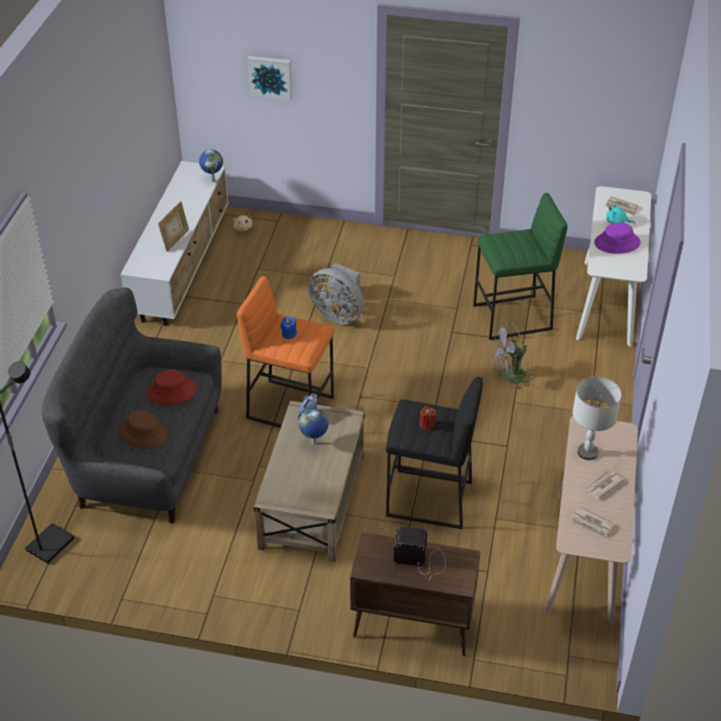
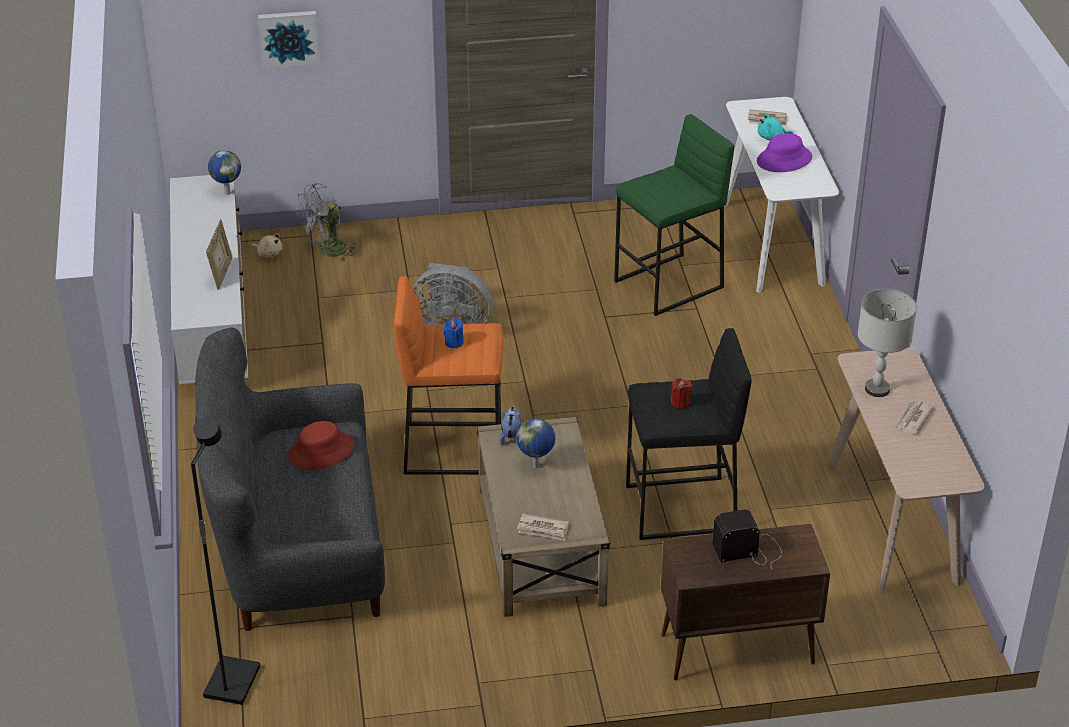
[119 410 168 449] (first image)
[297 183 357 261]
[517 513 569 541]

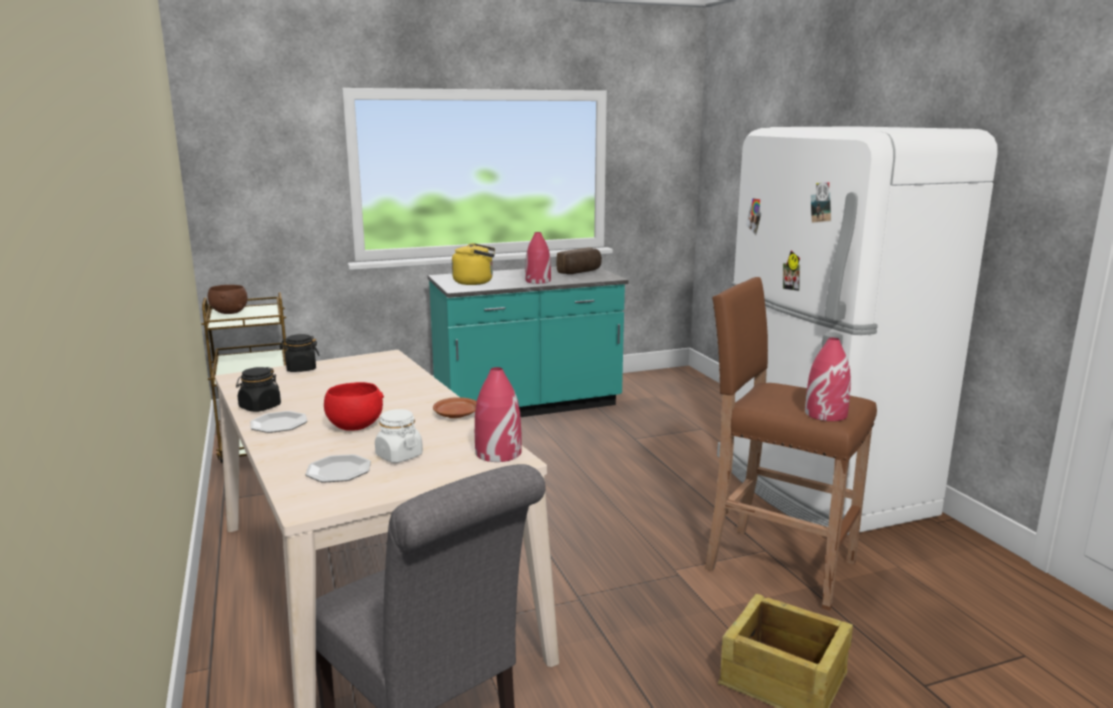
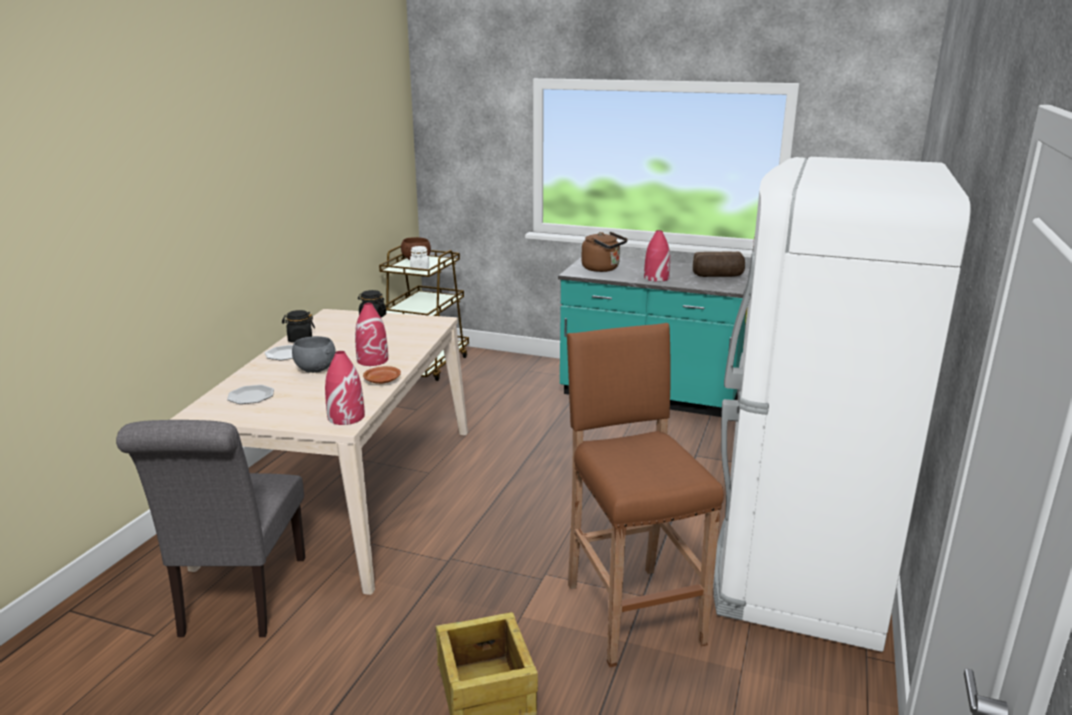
[410 246 429 270]
[355 303 388 366]
[292 336 335 373]
[581 232 628 272]

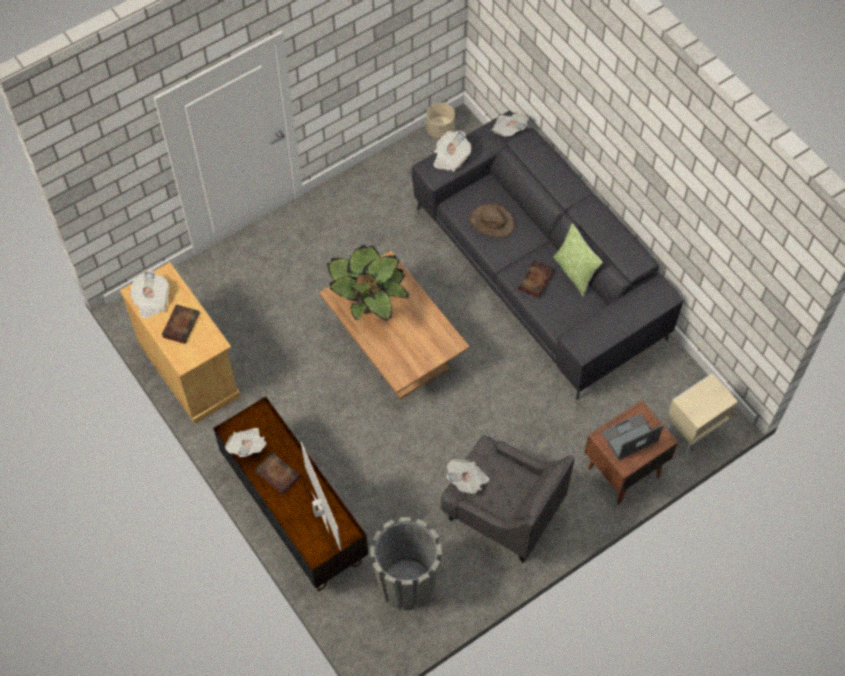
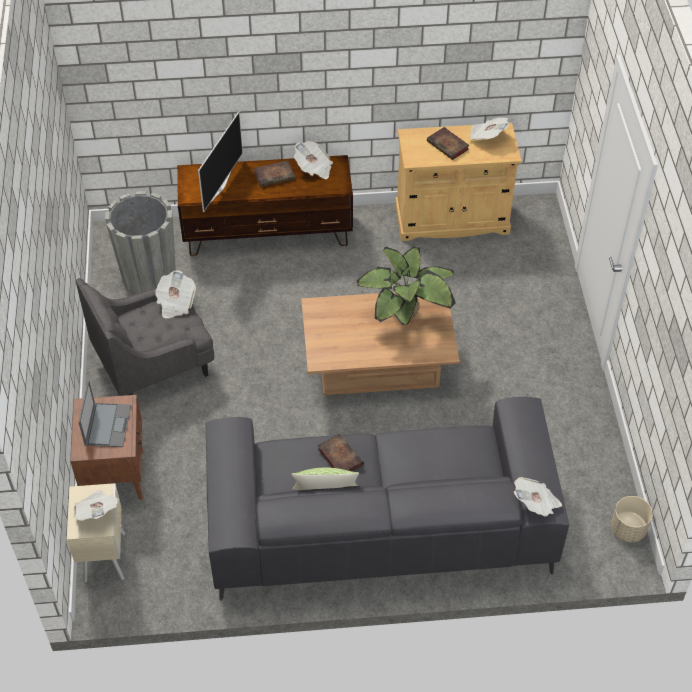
[470 203 515 238] (first image)
[73 490 119 521]
[198 111 243 212]

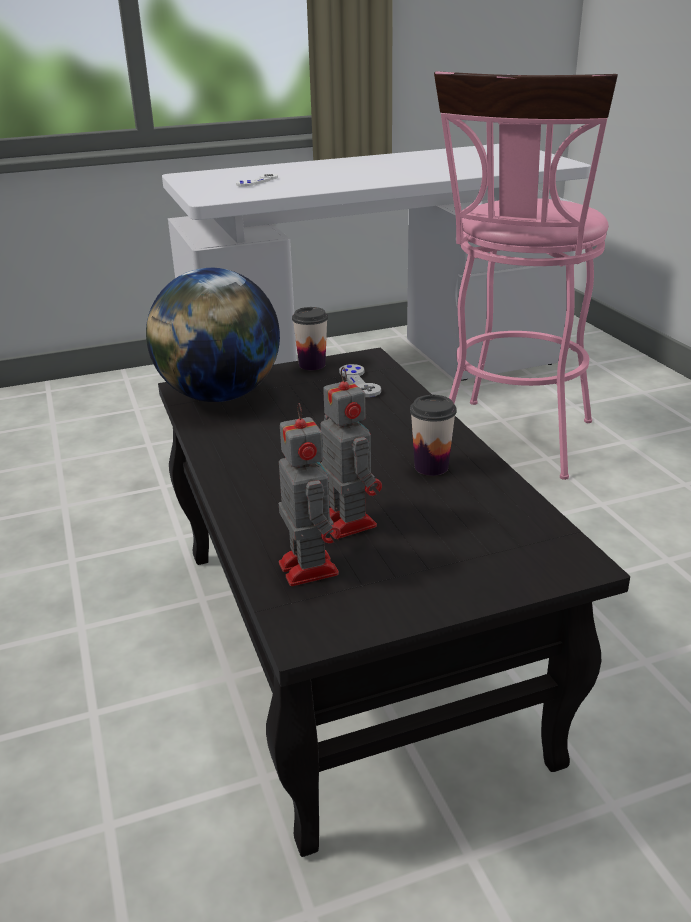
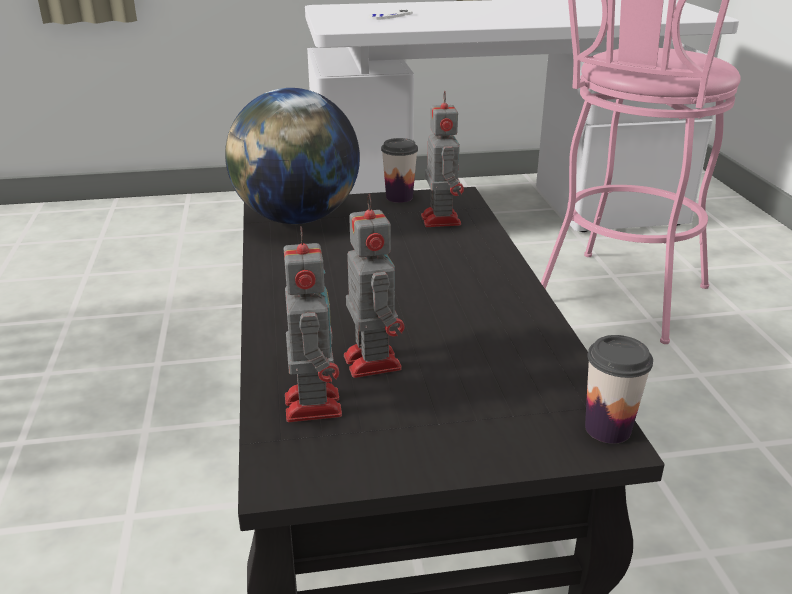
[585 335 653 444]
[421 91 464 227]

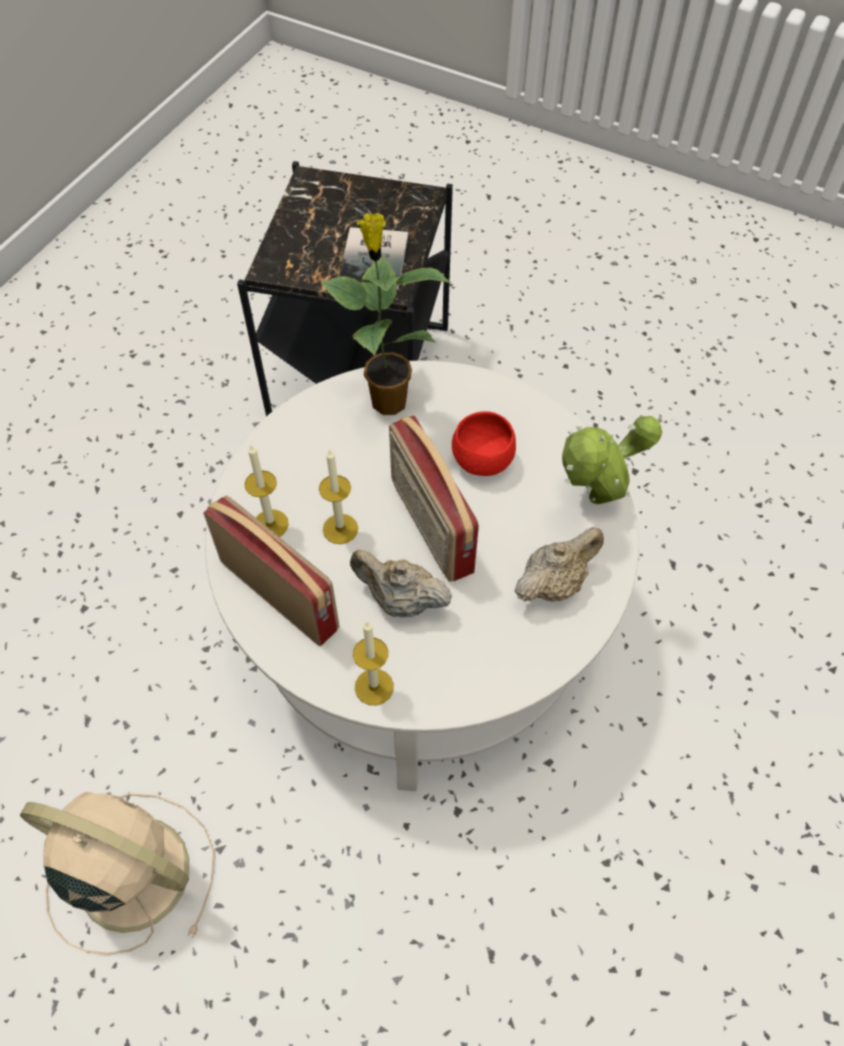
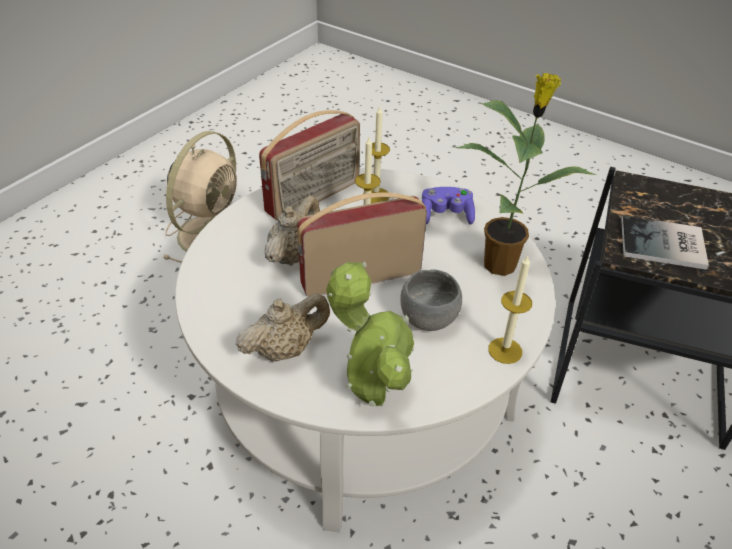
[422 187 475 225]
[488 255 532 364]
[400 269 462 331]
[236 293 330 362]

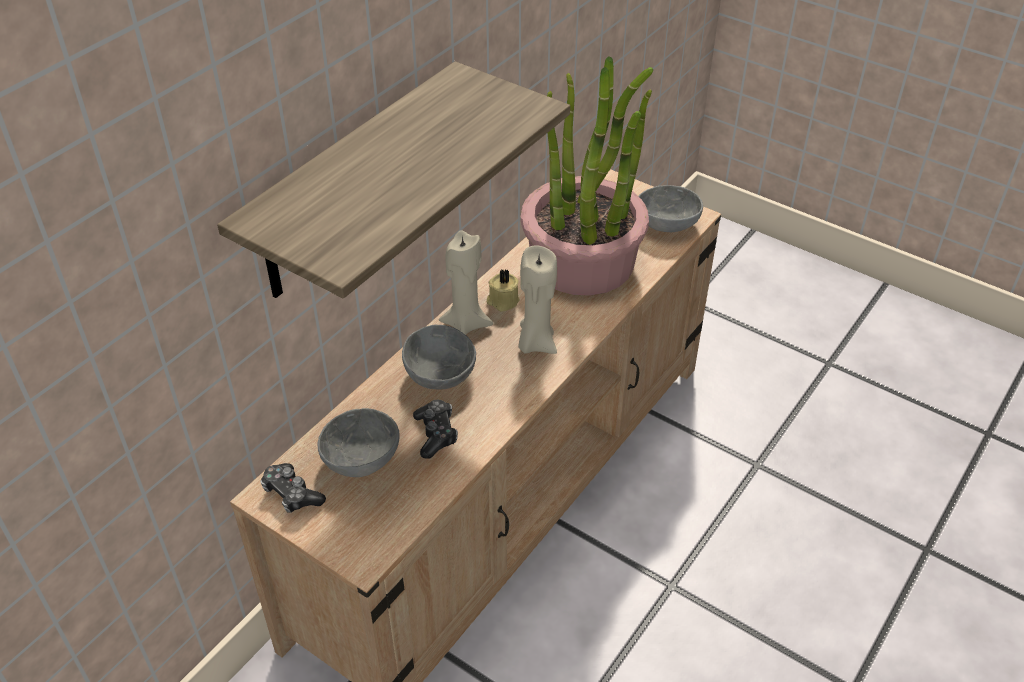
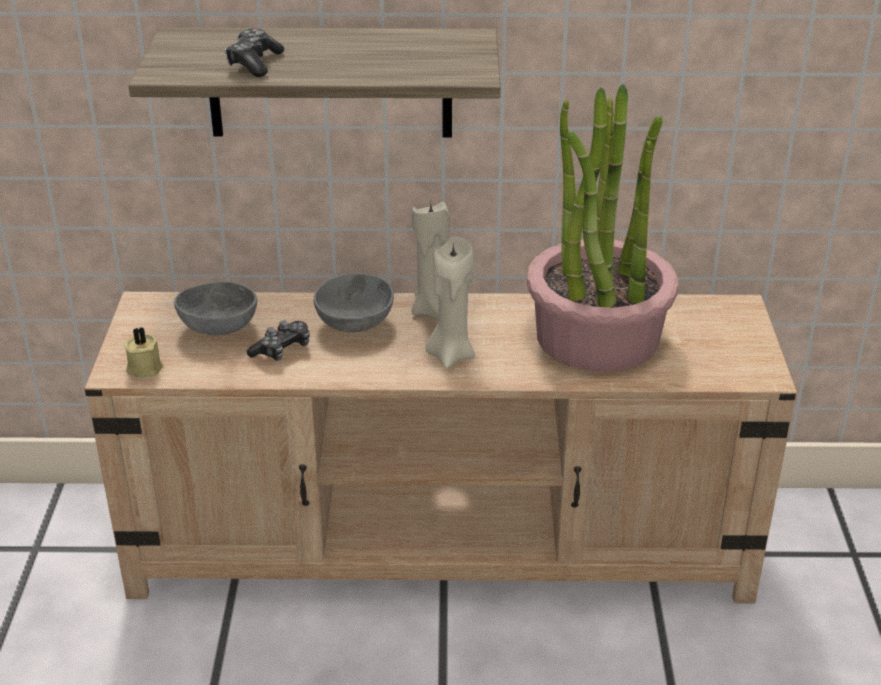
[638 185 703 232] (first image)
[225 28 284 77]
[123 327 163 377]

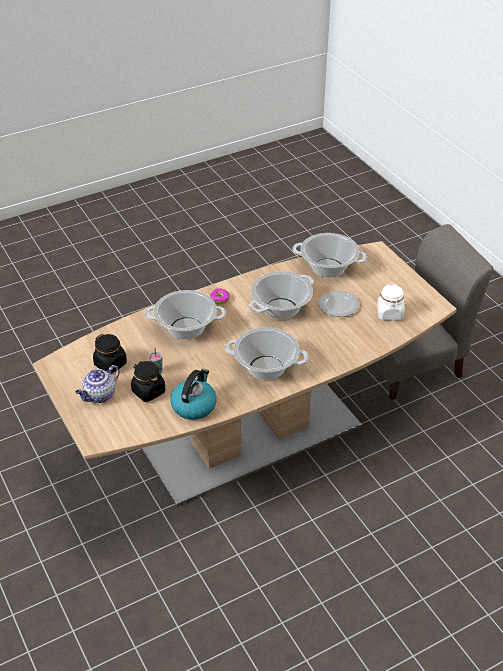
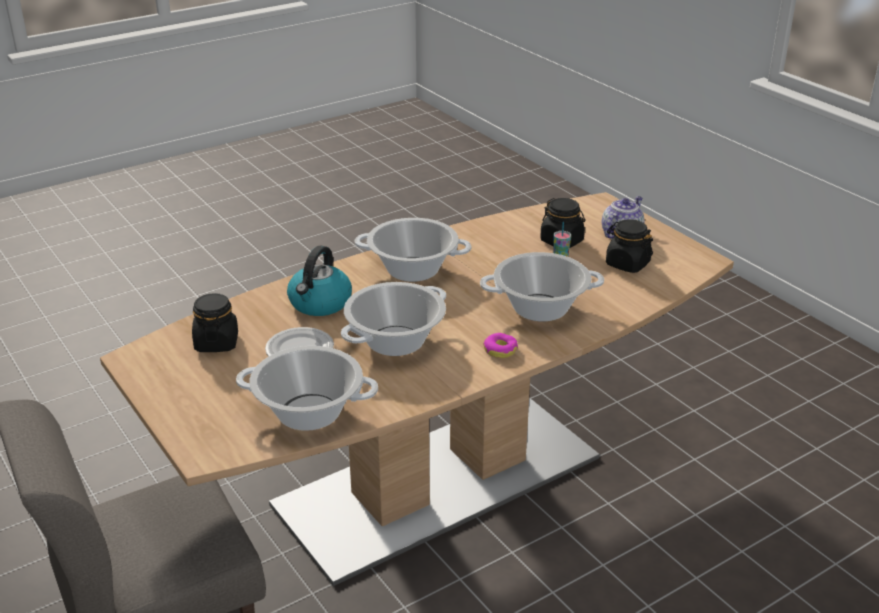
[287 246 352 316]
[192 293 238 352]

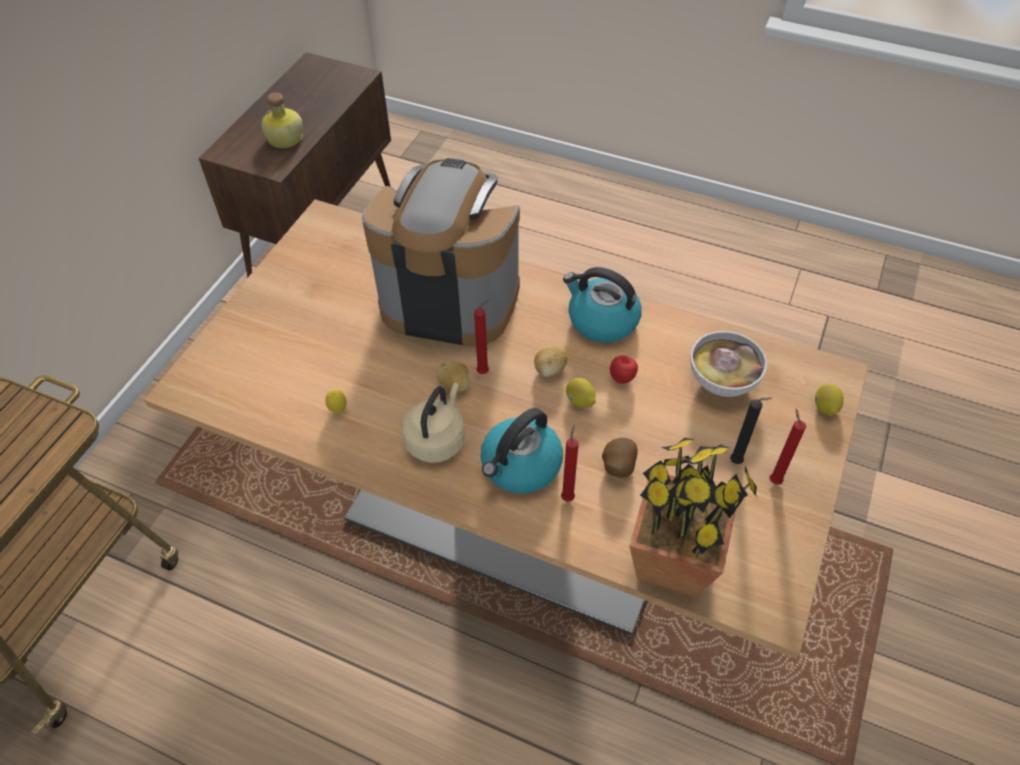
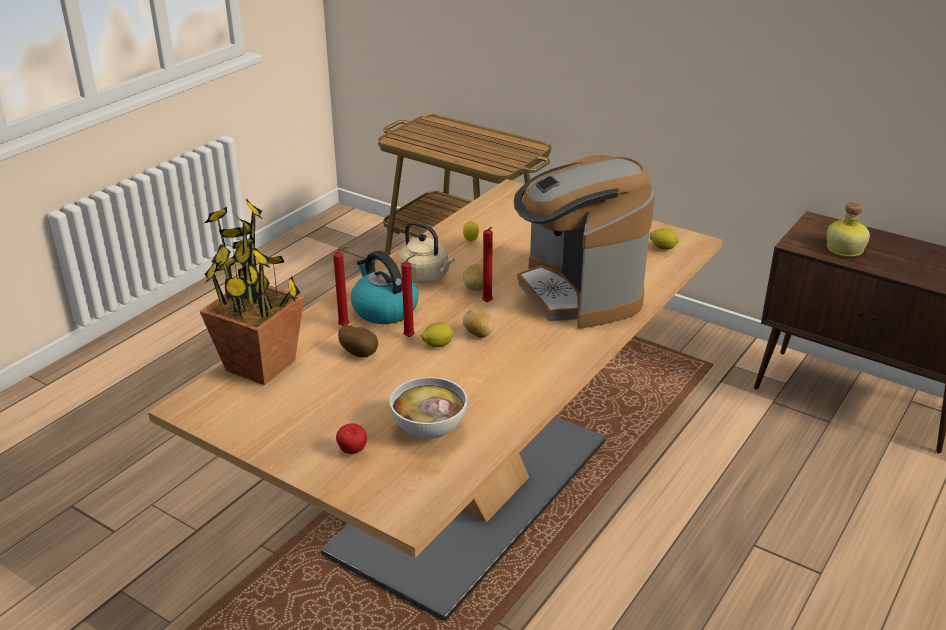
[563 267 642 343] (first image)
[730 397 772 464] (first image)
[336 423 367 454]
[401 254 416 337]
[650 228 679 250]
[514 155 655 329]

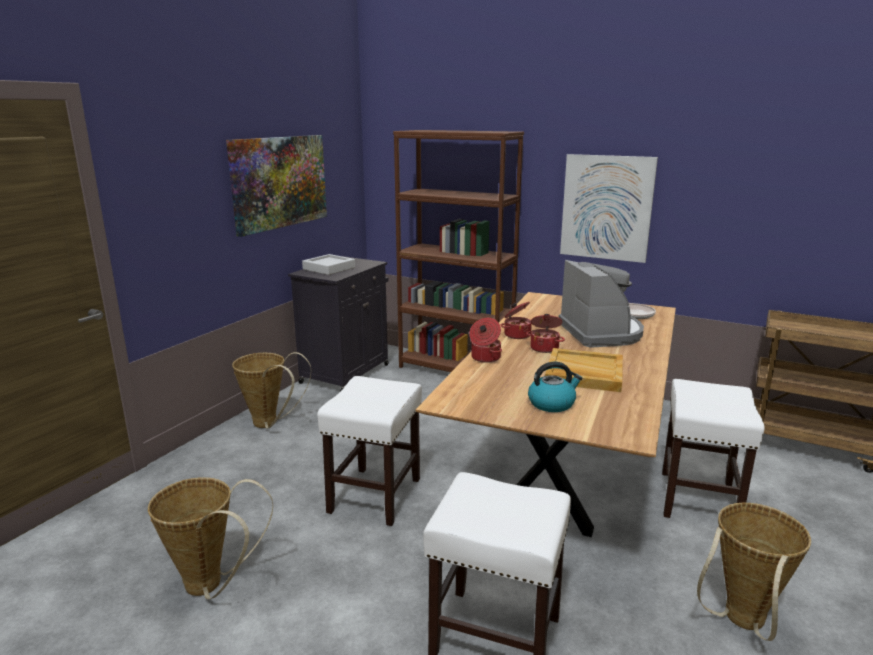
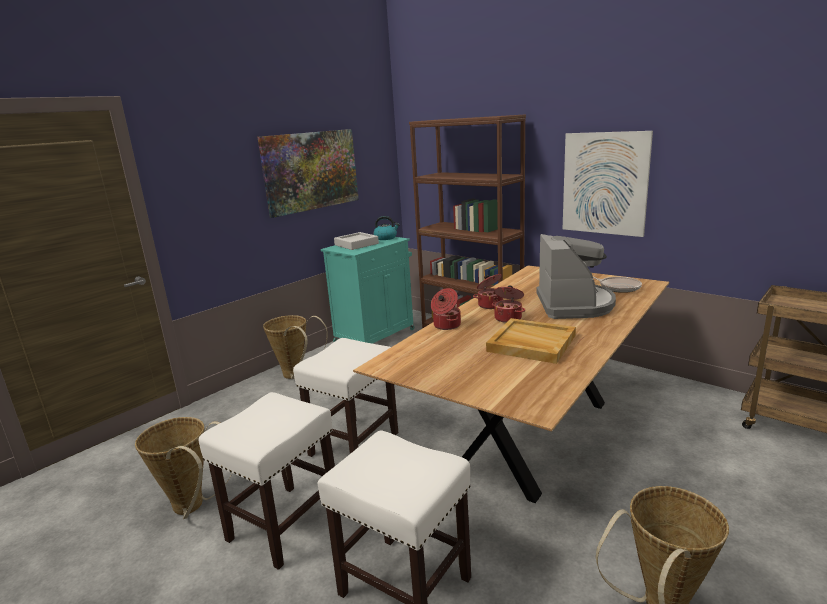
[374 216 400 240]
[198 392 335 570]
[321 237 414 344]

